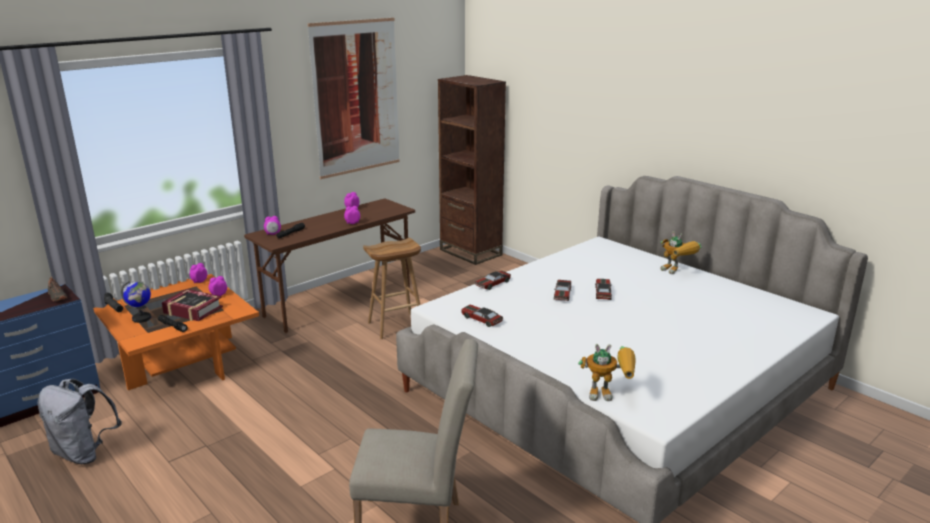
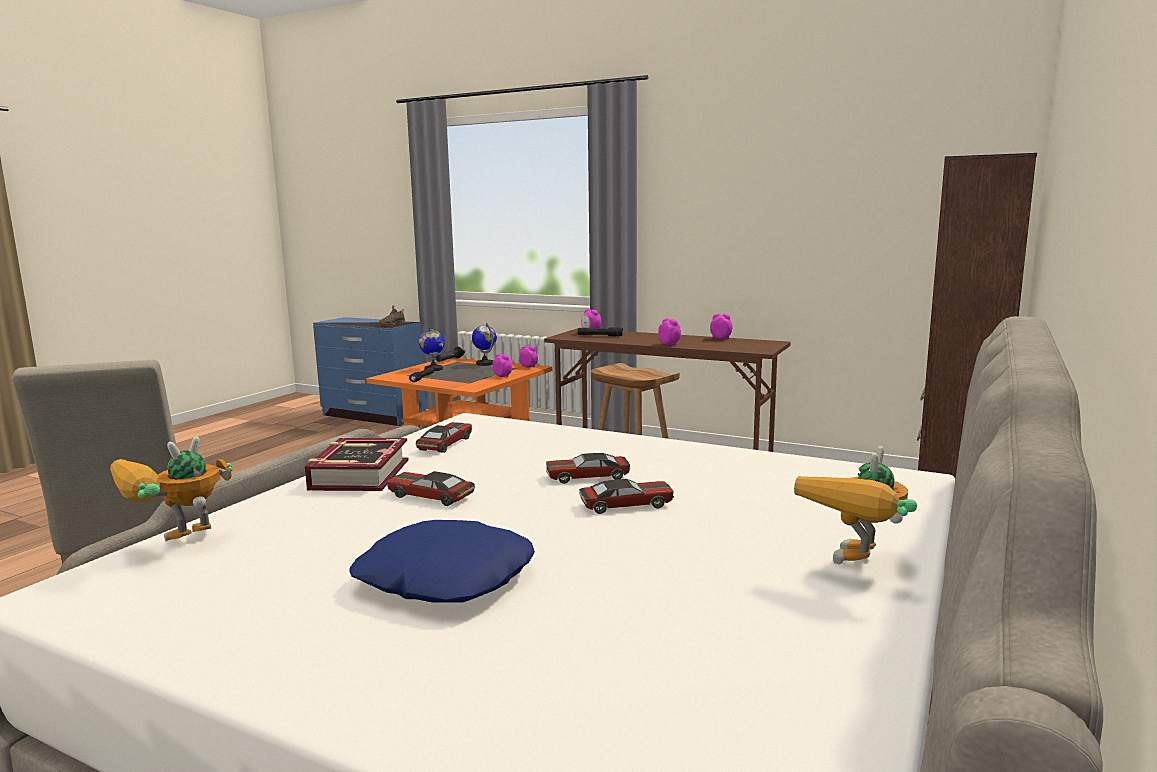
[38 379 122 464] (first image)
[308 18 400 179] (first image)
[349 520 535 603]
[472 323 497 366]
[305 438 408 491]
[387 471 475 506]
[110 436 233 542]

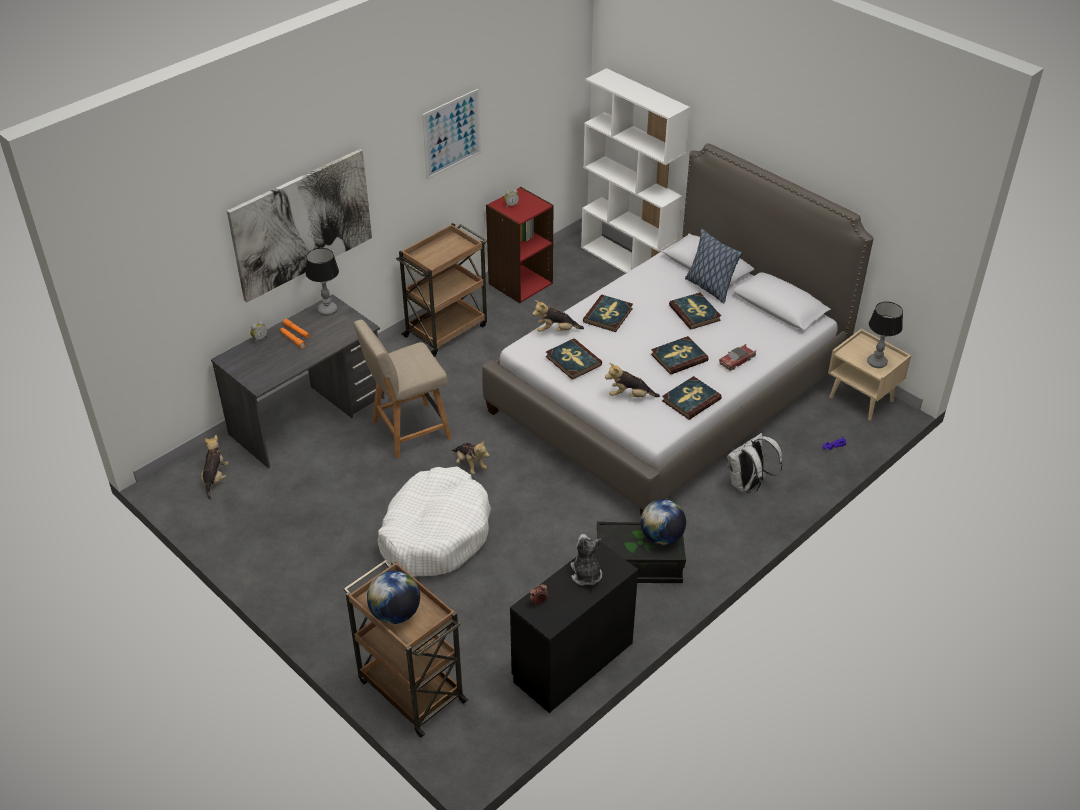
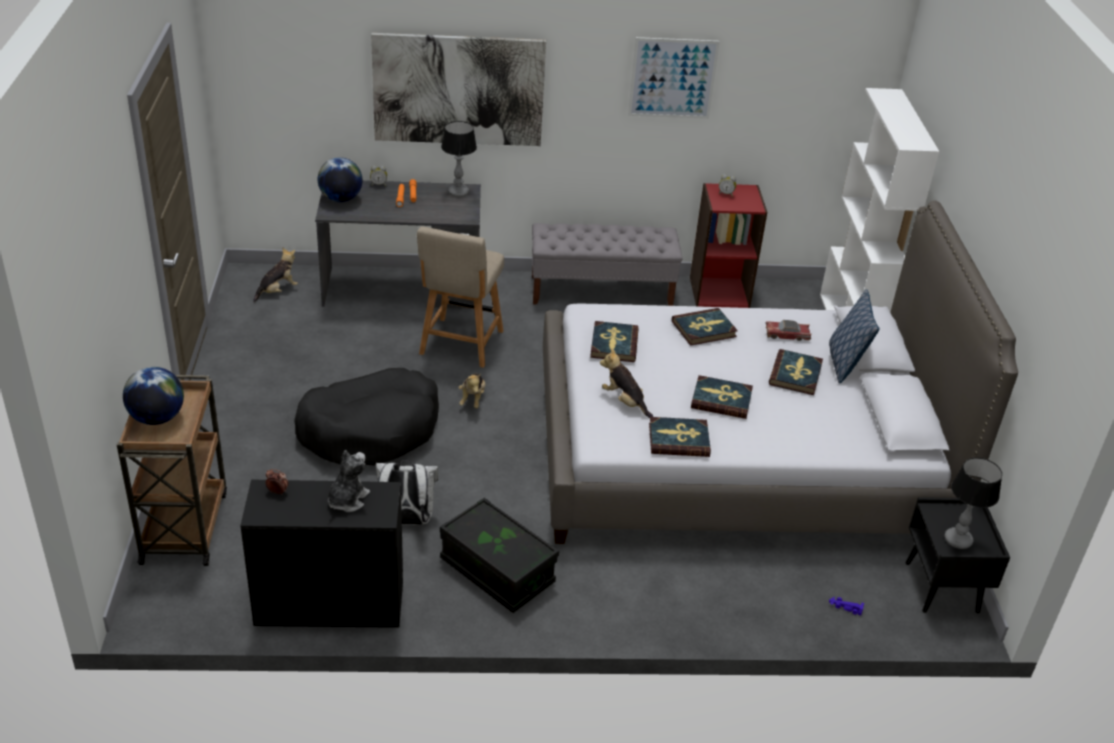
[532 300 584 332] (first image)
[318 157 363 202]
[766 320 811 341]
[376 460 439 525]
[532 223 682 306]
[294 368 439 465]
[905 497 1010 613]
[417 226 504 368]

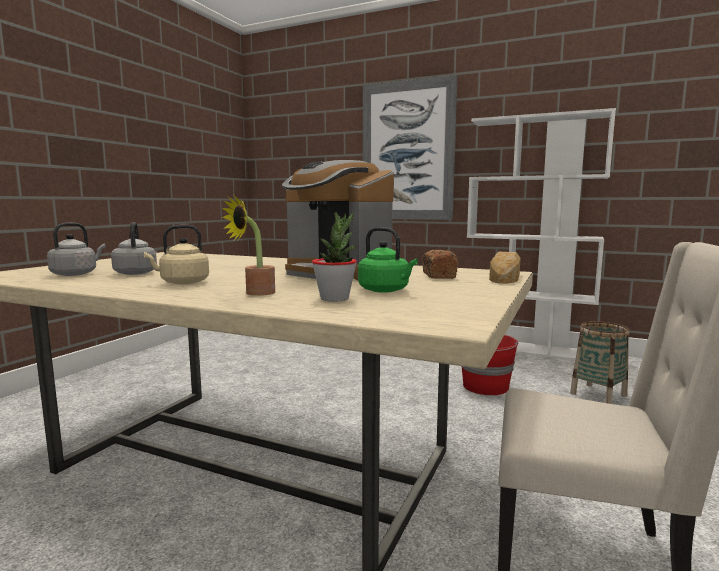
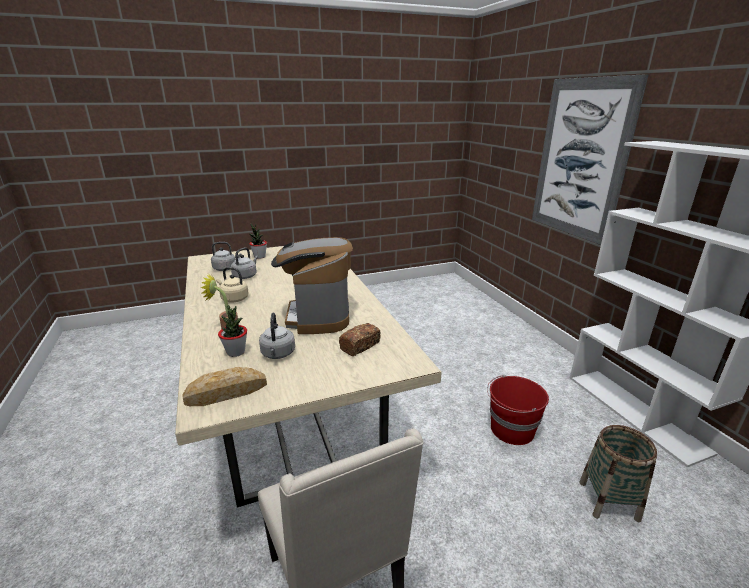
[249 224 267 259]
[182 367 267 406]
[259 313 295 359]

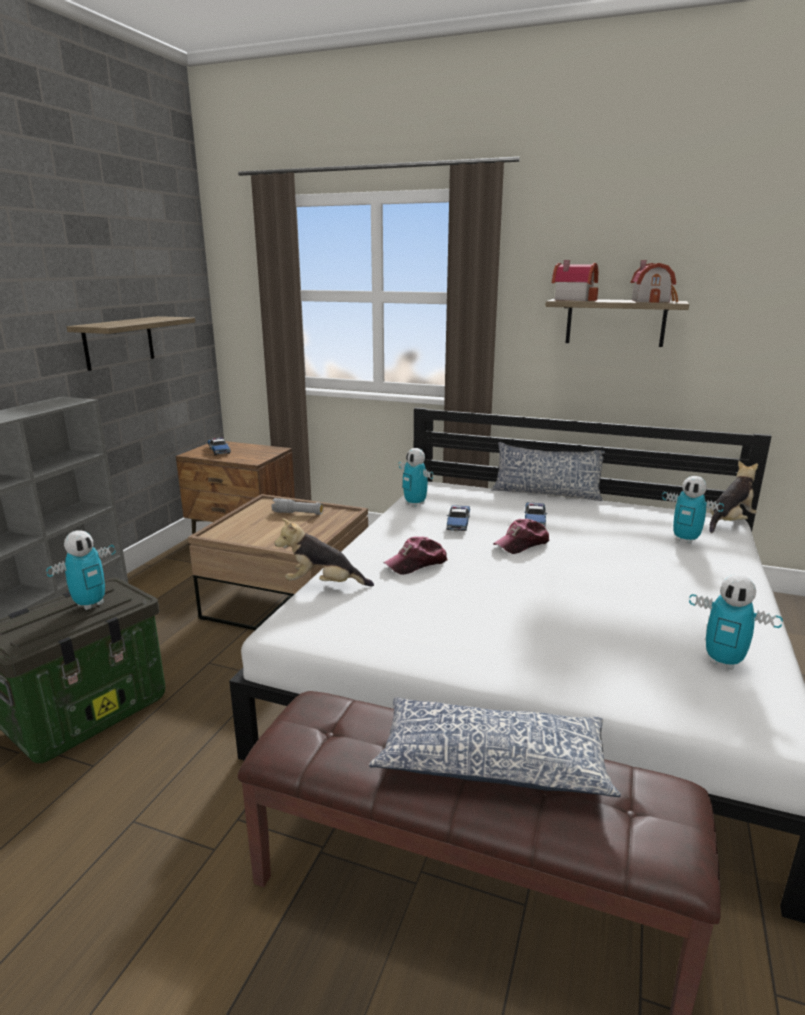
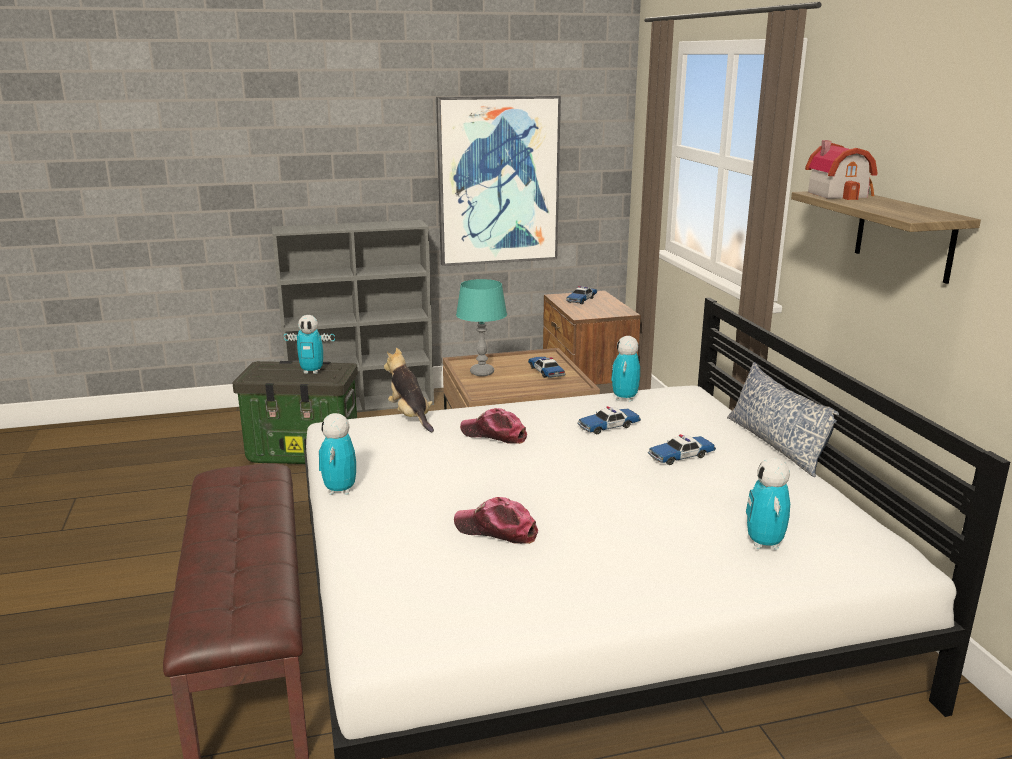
[369 697 621 797] (first image)
[631 260 678 303] (first image)
[709 461 758 533] (first image)
[456 279 507 376]
[454 497 538 544]
[319 413 356 495]
[436 95 561 266]
[528 357 565 378]

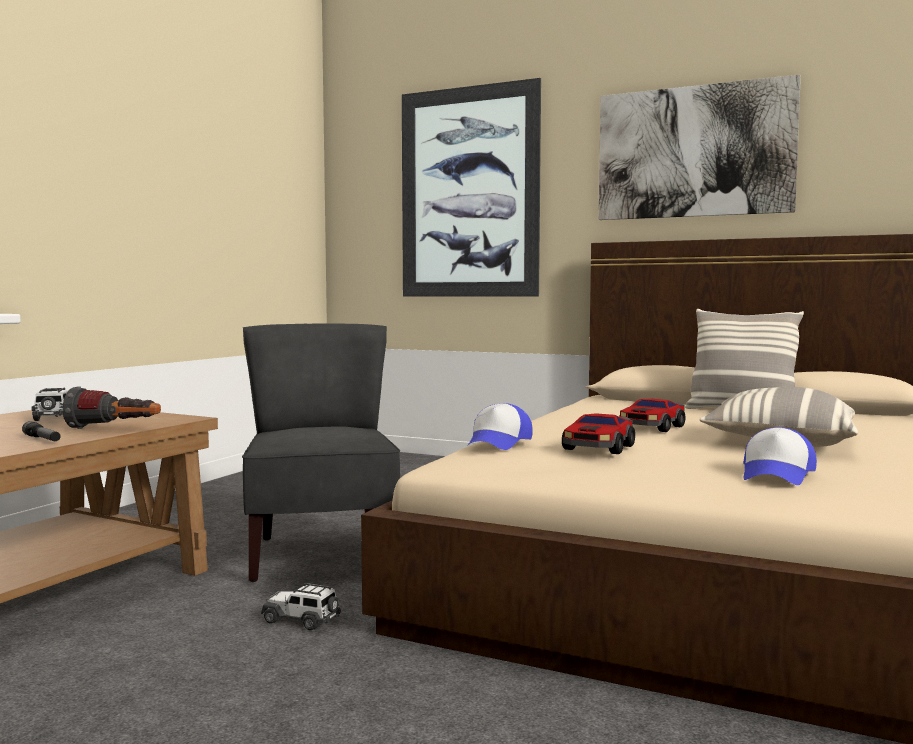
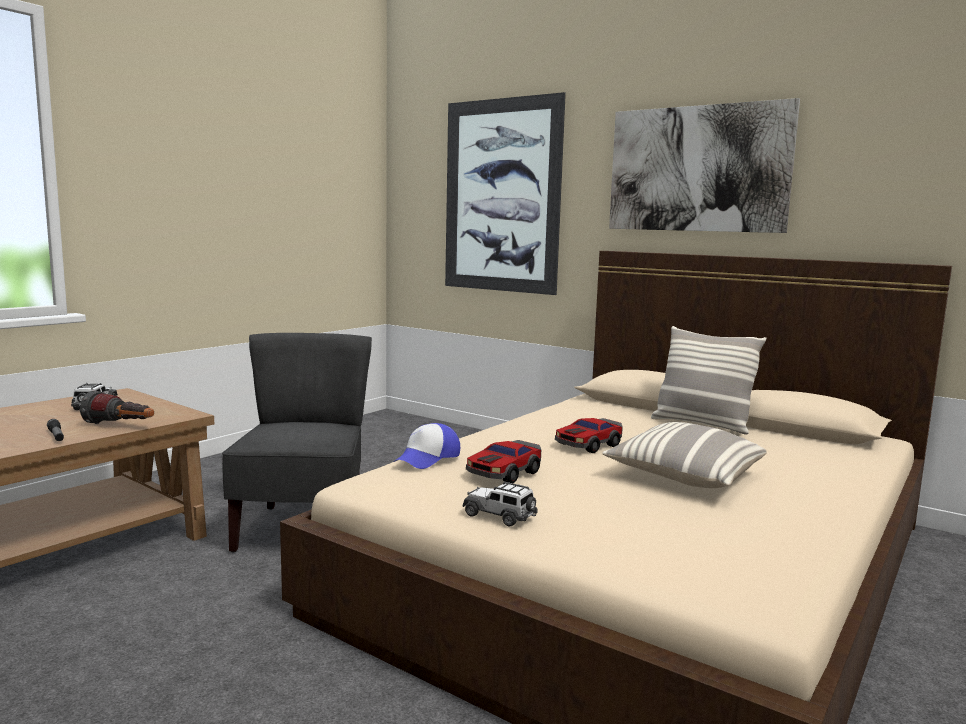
[744 427 817 485] (first image)
[462 482 538 526]

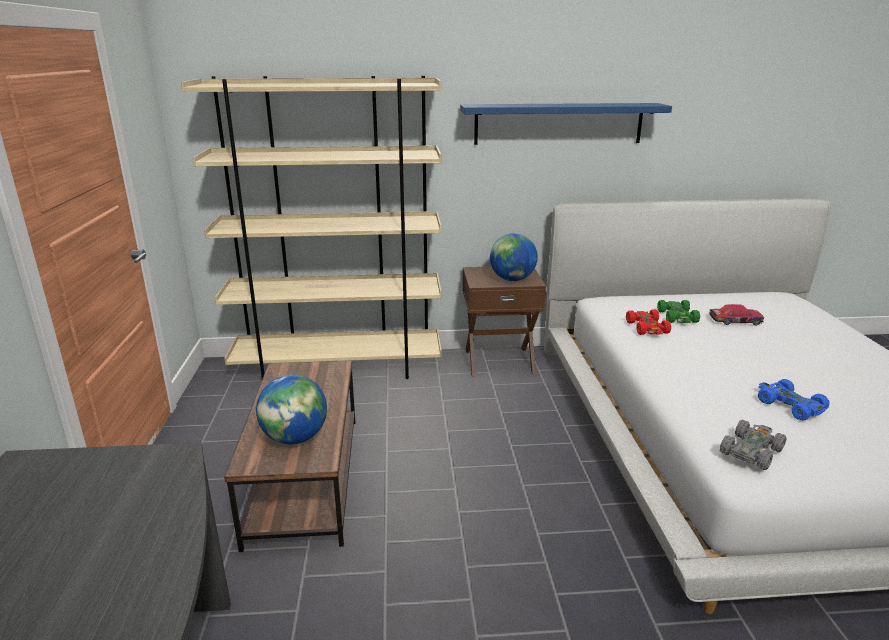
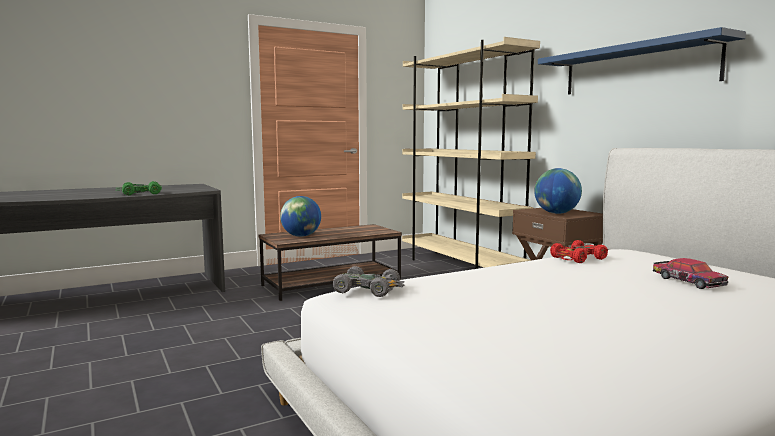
[758 379 830 421] (first image)
[116 181 162 195]

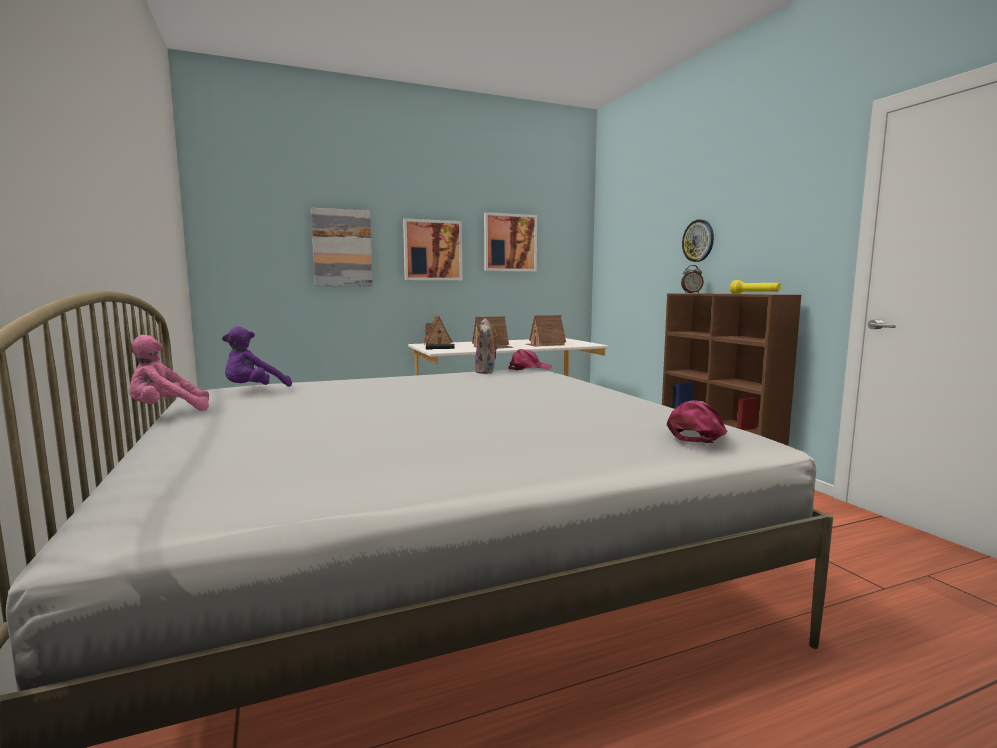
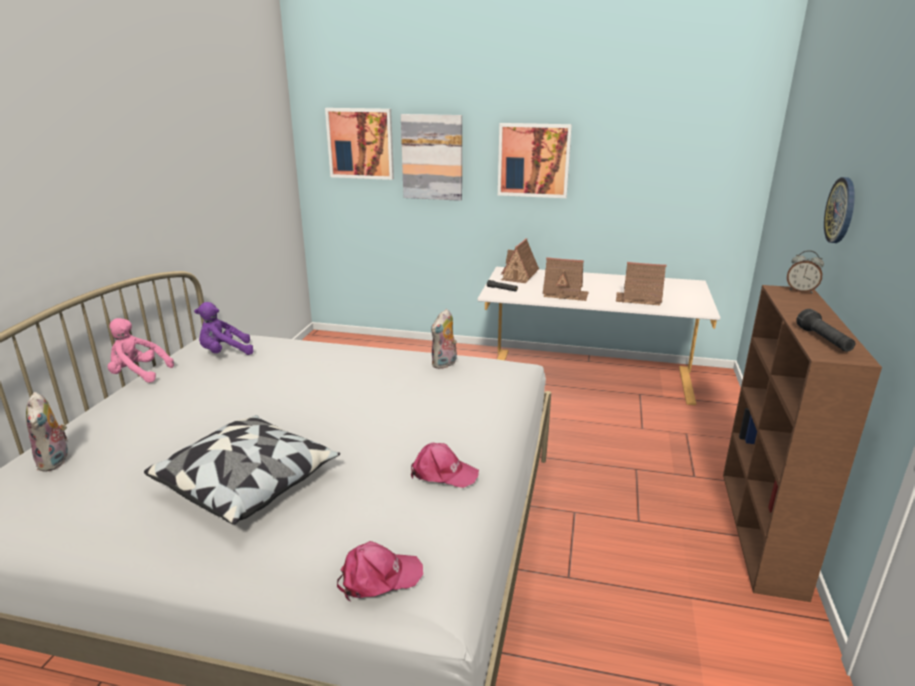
[26 392 68 472]
[144 415 340 525]
[325 108 394 180]
[411 443 479 488]
[796 309 855 352]

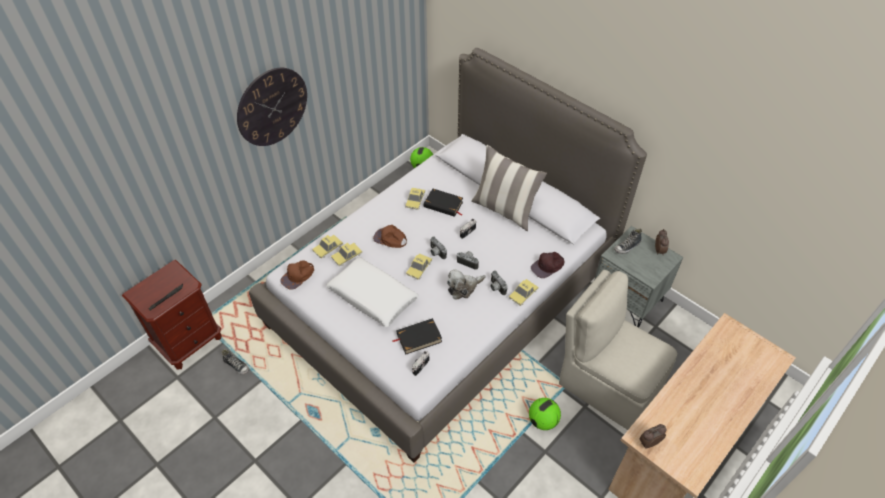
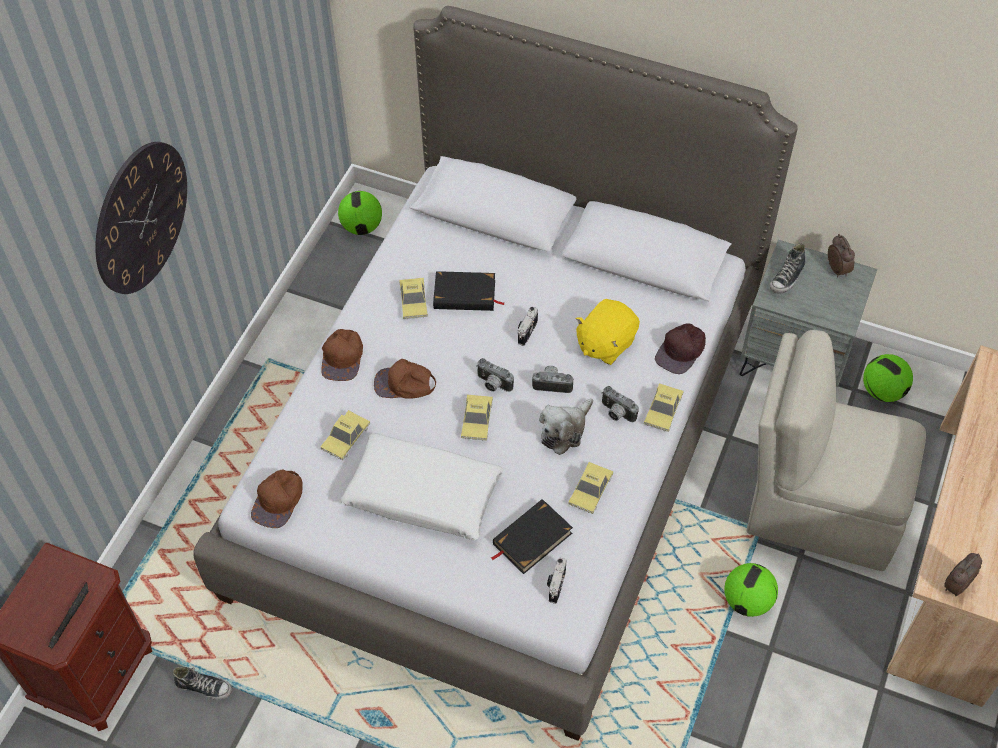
[471 145 547 231] (first image)
[321 329 363 381]
[575 299 640 365]
[863 354 913 402]
[568 462 613 514]

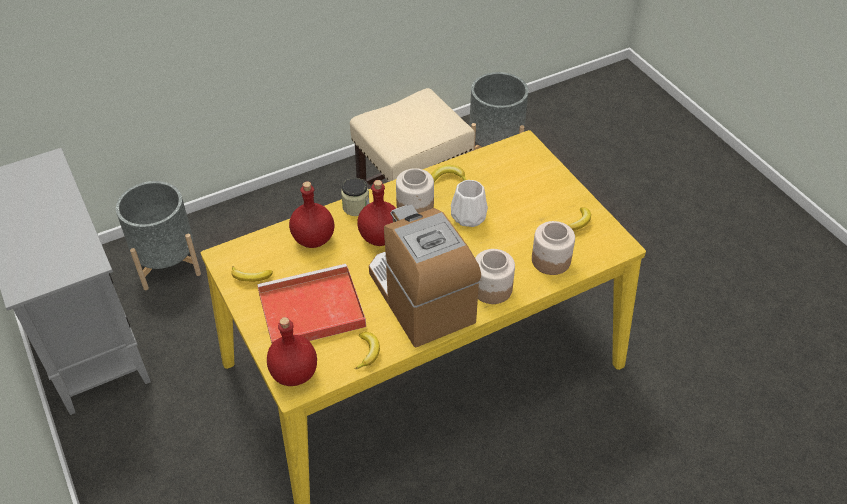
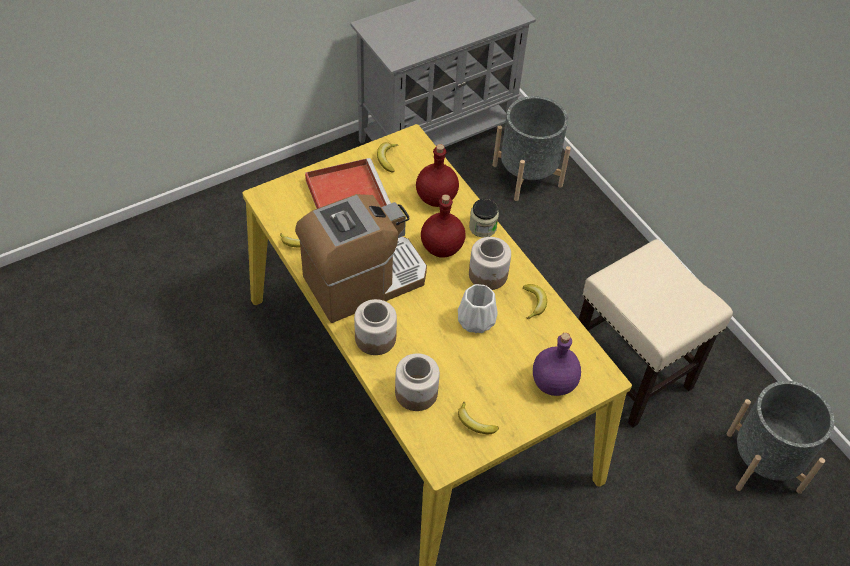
[267 317 317 386] (first image)
[533 333 581 396]

